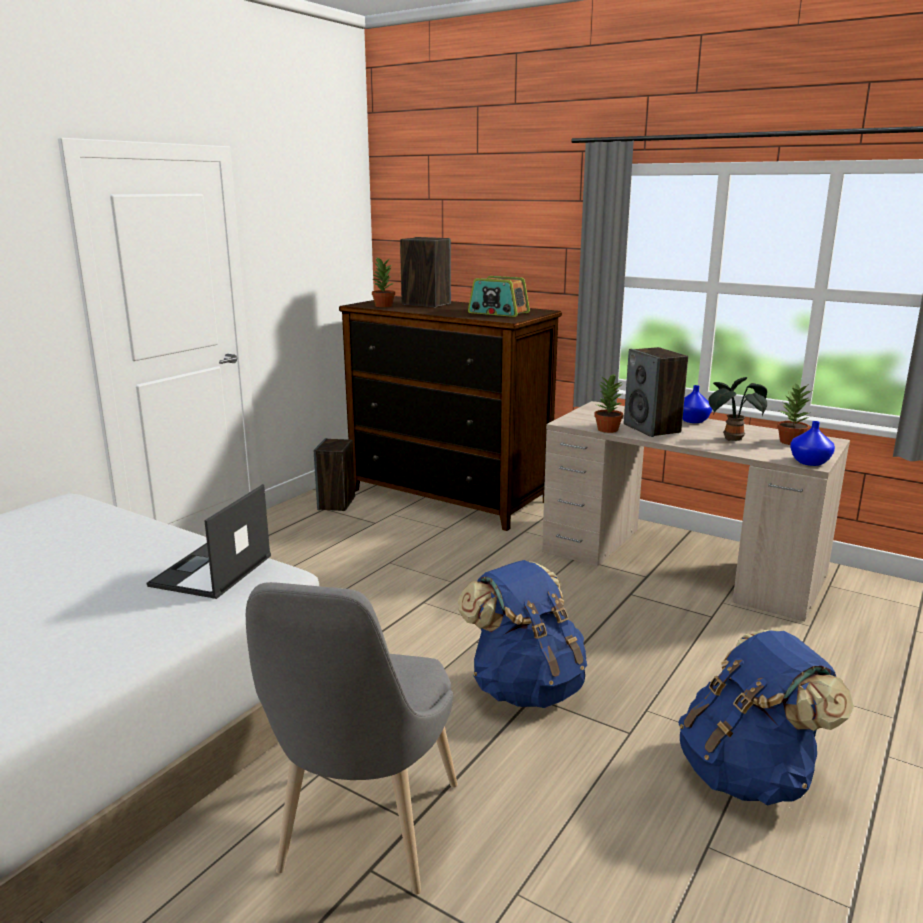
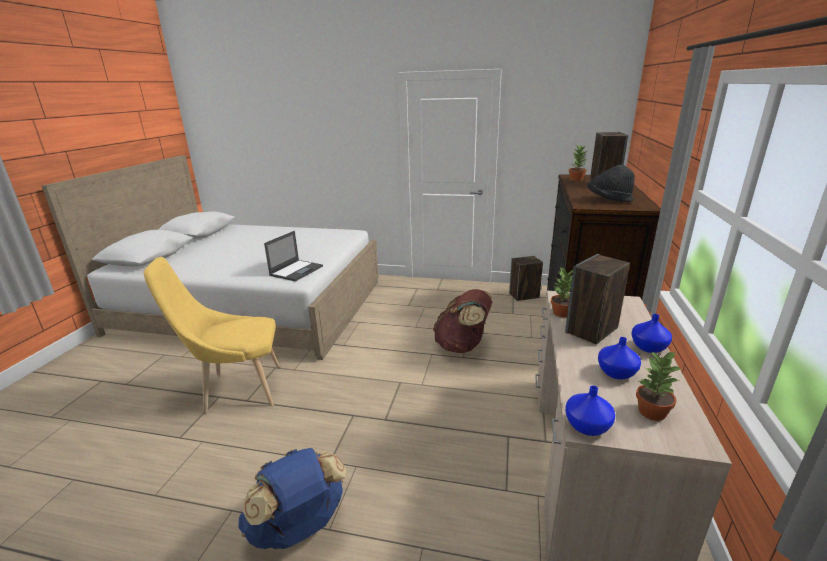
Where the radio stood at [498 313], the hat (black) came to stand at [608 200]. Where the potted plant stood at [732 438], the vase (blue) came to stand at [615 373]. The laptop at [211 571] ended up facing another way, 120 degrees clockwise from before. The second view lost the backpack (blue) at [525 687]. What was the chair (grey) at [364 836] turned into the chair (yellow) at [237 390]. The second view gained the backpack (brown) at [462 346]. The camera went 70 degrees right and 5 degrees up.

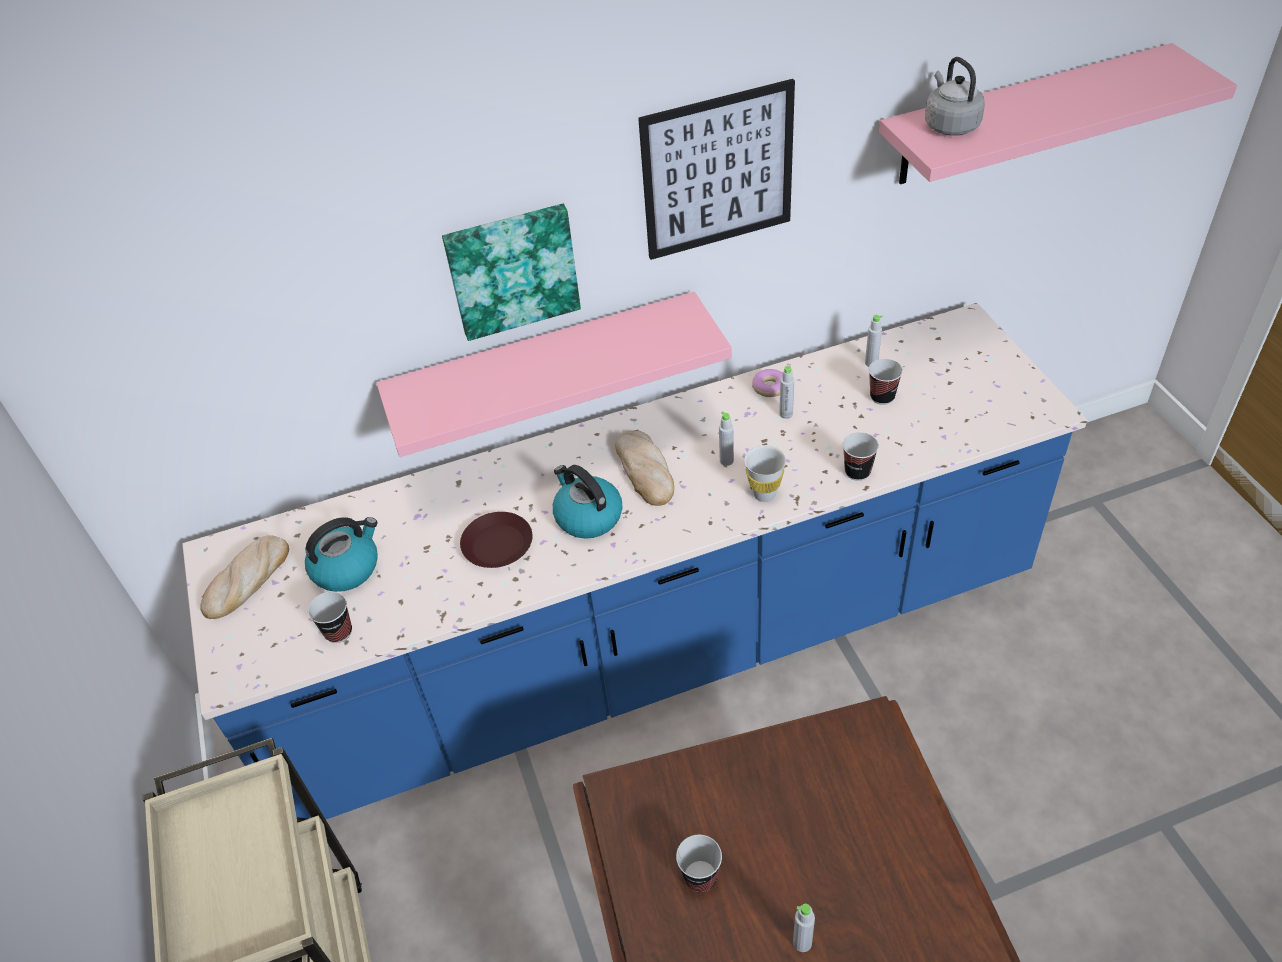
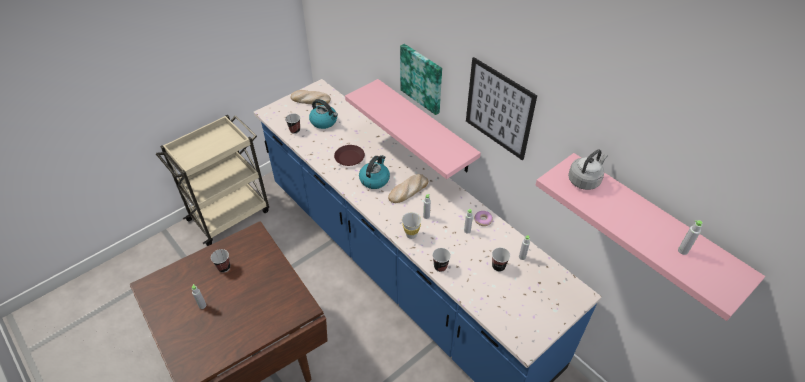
The second view gained the bottle (grey) at [682 251]. The camera went 65 degrees right and 0 degrees up.

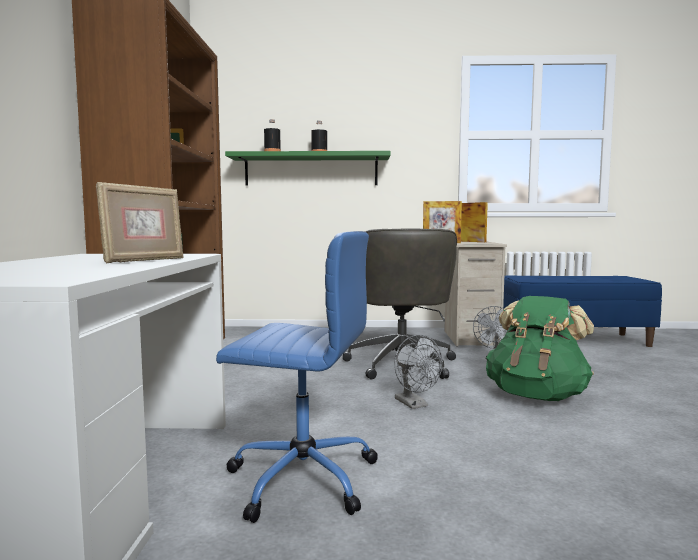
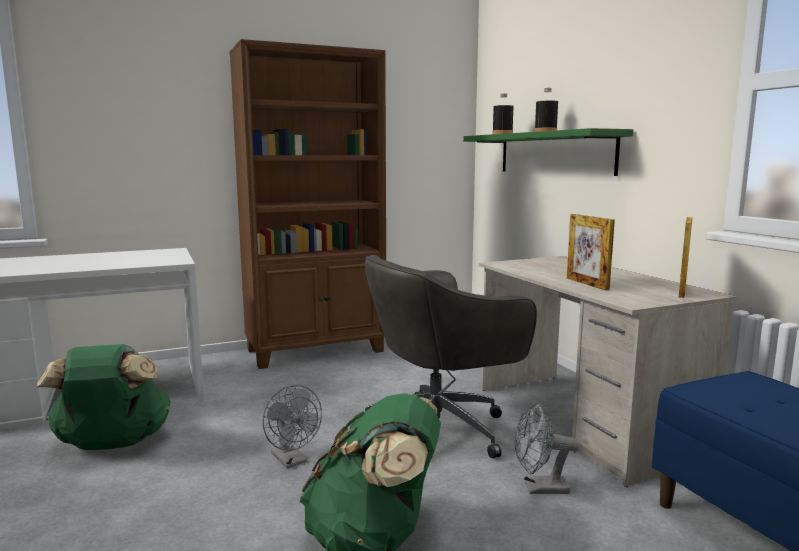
The second view lost the picture frame at [144 260]. Where the office chair (blue) stood at [300 477], the backpack (green) came to stand at [112 445]. The fan (grey) at [414 404] ended up facing another way, 75 degrees counterclockwise from before. The camera went 65 degrees right and 5 degrees up.

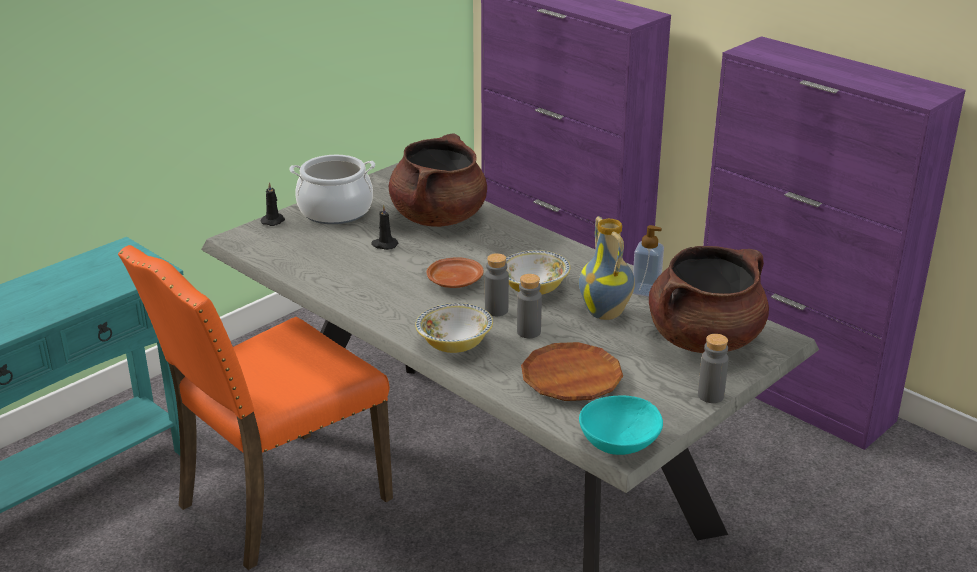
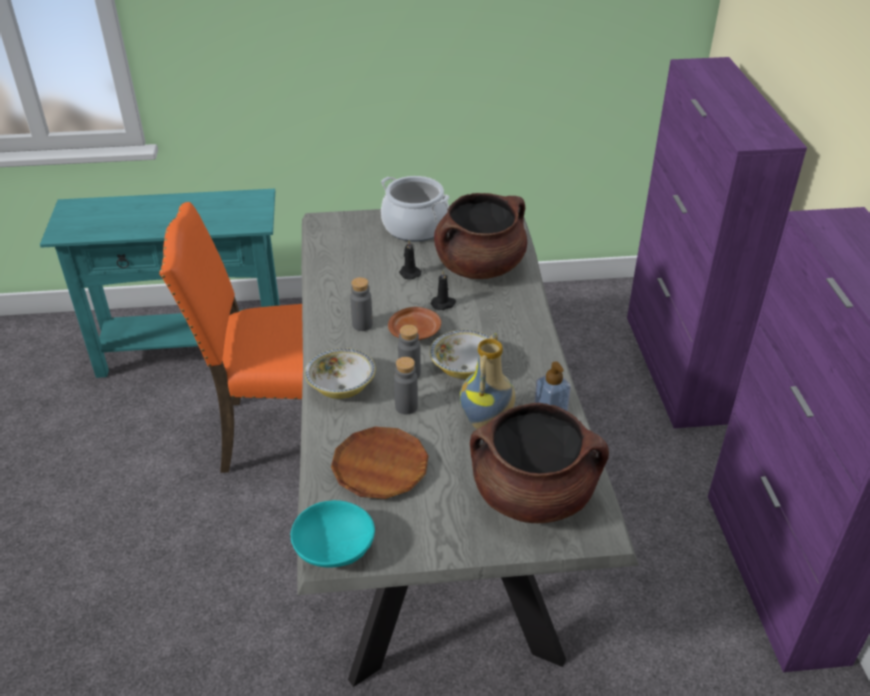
The candle (black) ended up elsewhere, having gone from [273 221] to [443 304]. The bottle (grey) ended up elsewhere, having gone from [710 396] to [362 324]. The camera went 40 degrees right and 10 degrees up.

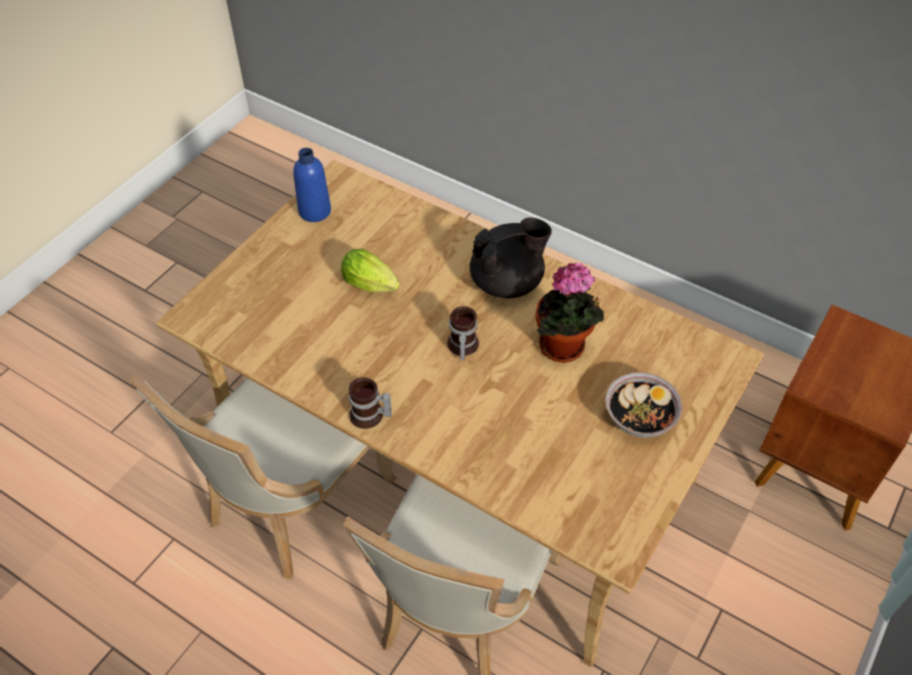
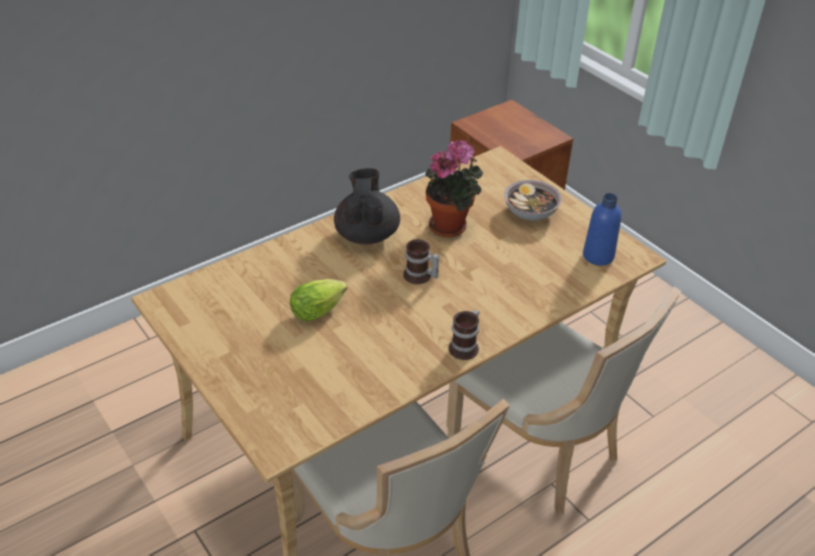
The bottle (blue) ended up elsewhere, having gone from [314 211] to [598 256]. The camera went 70 degrees left and 10 degrees down.

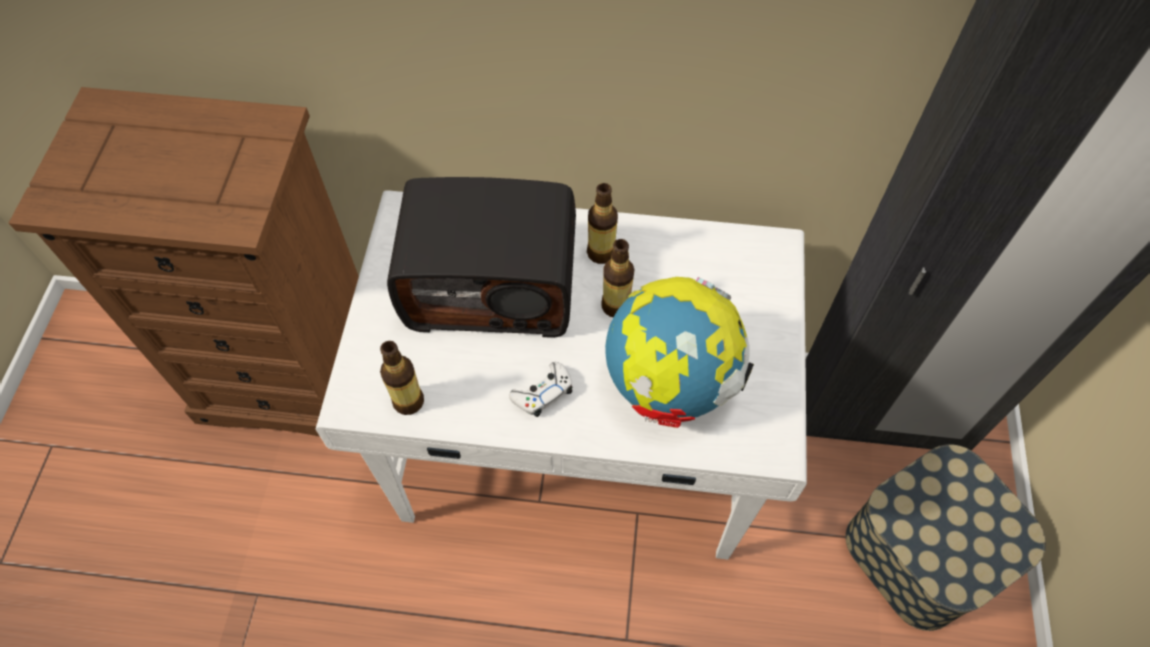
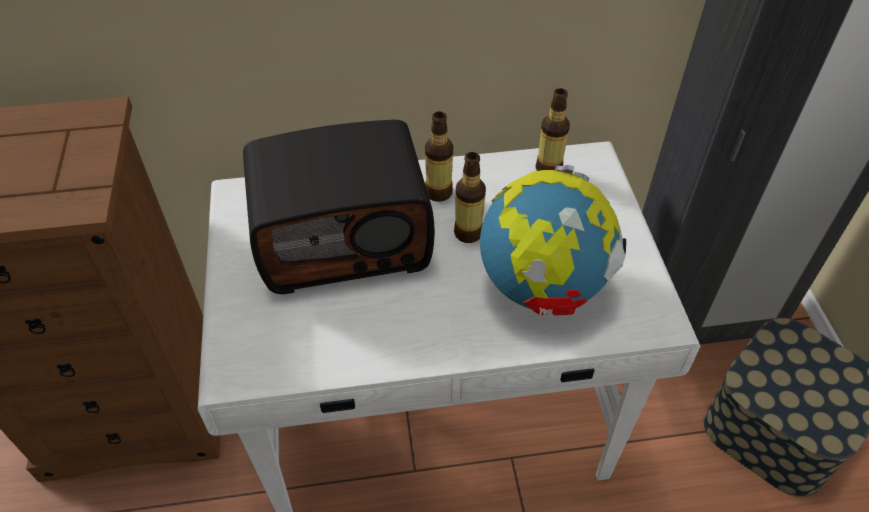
The bottle ended up elsewhere, having gone from [408 401] to [548 169]. The second view lost the game controller (white) at [543 393]. The camera went 15 degrees left and 10 degrees down.

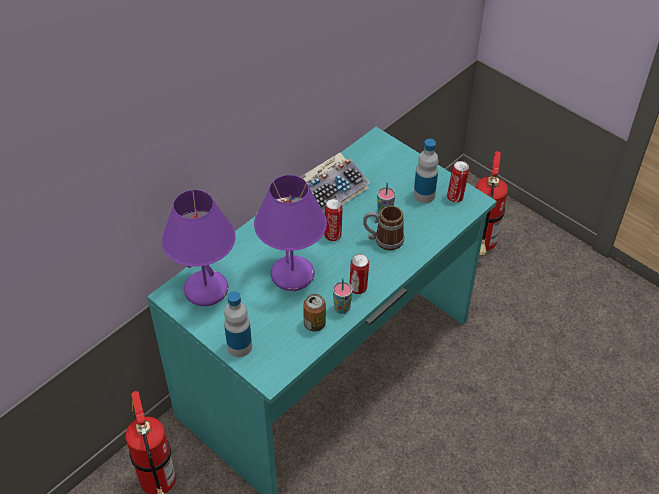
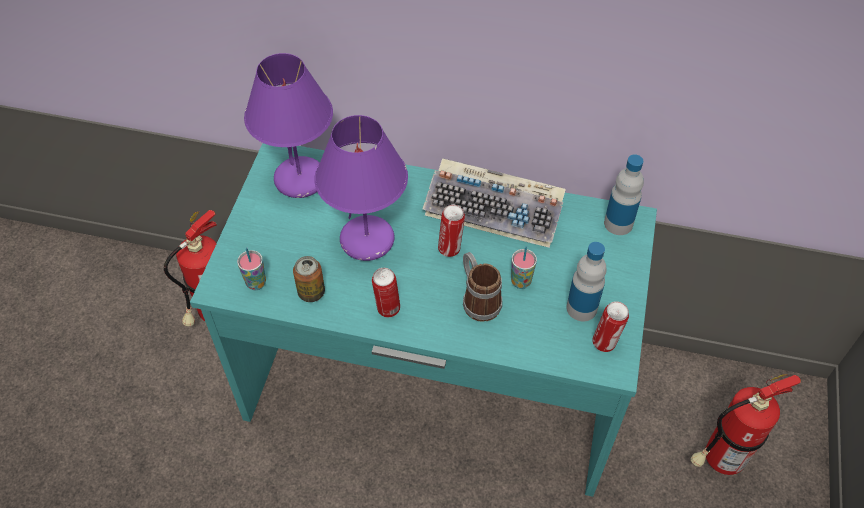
The cup ended up elsewhere, having gone from [342 308] to [256 283]. The bottle ended up elsewhere, having gone from [239 346] to [618 223]. The camera went 60 degrees right and 5 degrees up.

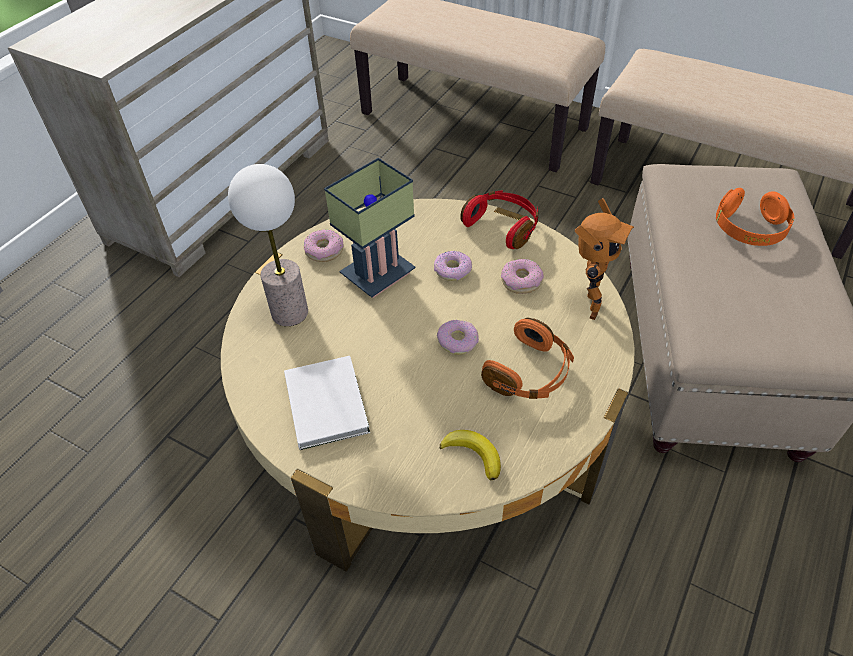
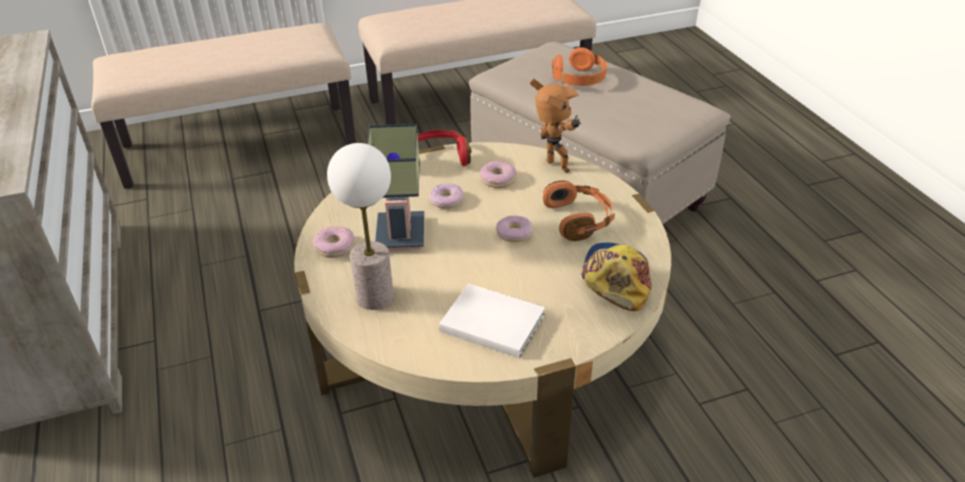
Where the banana stood at [473 454], the cap came to stand at [616 278]. The camera went 50 degrees left and 10 degrees down.

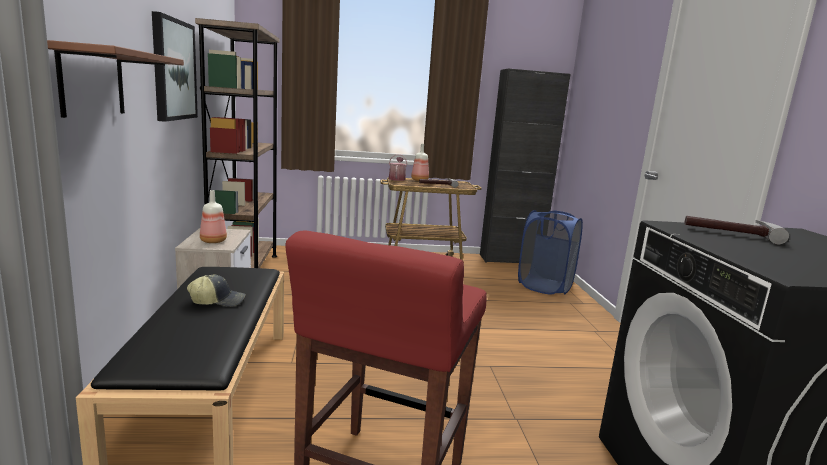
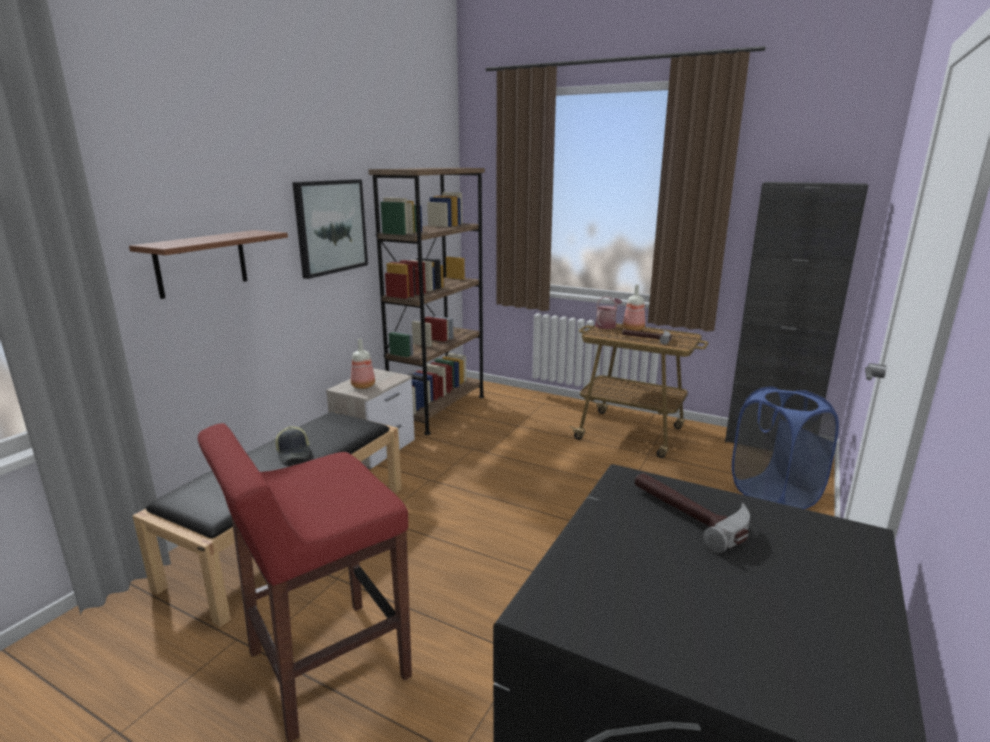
The cap at [218 301] ended up facing another way, 45 degrees clockwise from before. The camera went 35 degrees right and 5 degrees up.

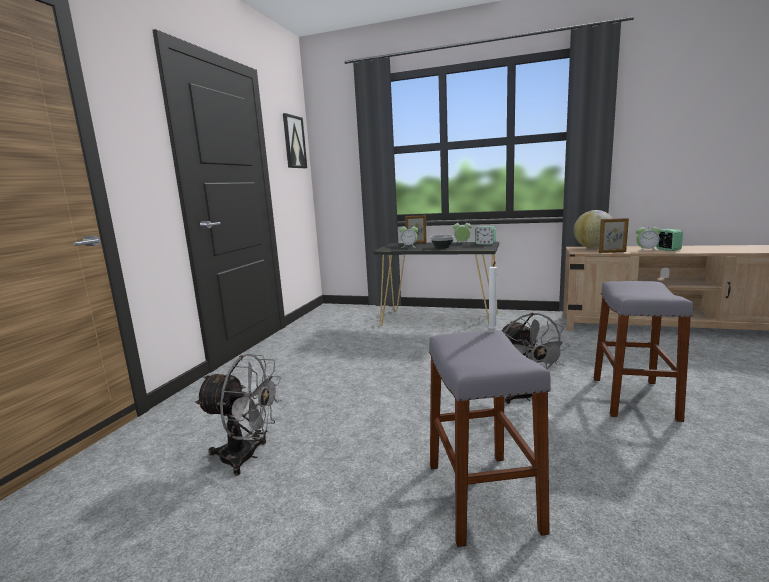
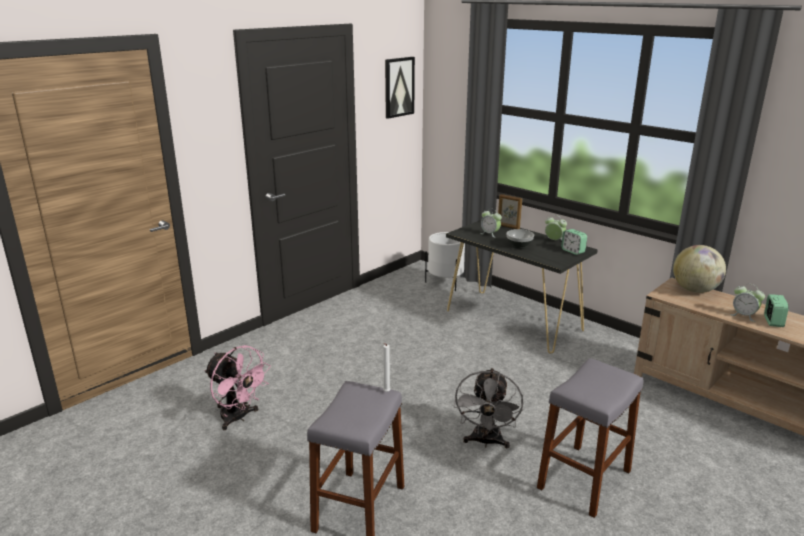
The second view lost the picture frame at [612 252]. What was the fan (grey) at [247 457] turned into the fan (pink) at [238 418]. The second view gained the planter (white) at [445 283]. The camera went 25 degrees right and 10 degrees up.

